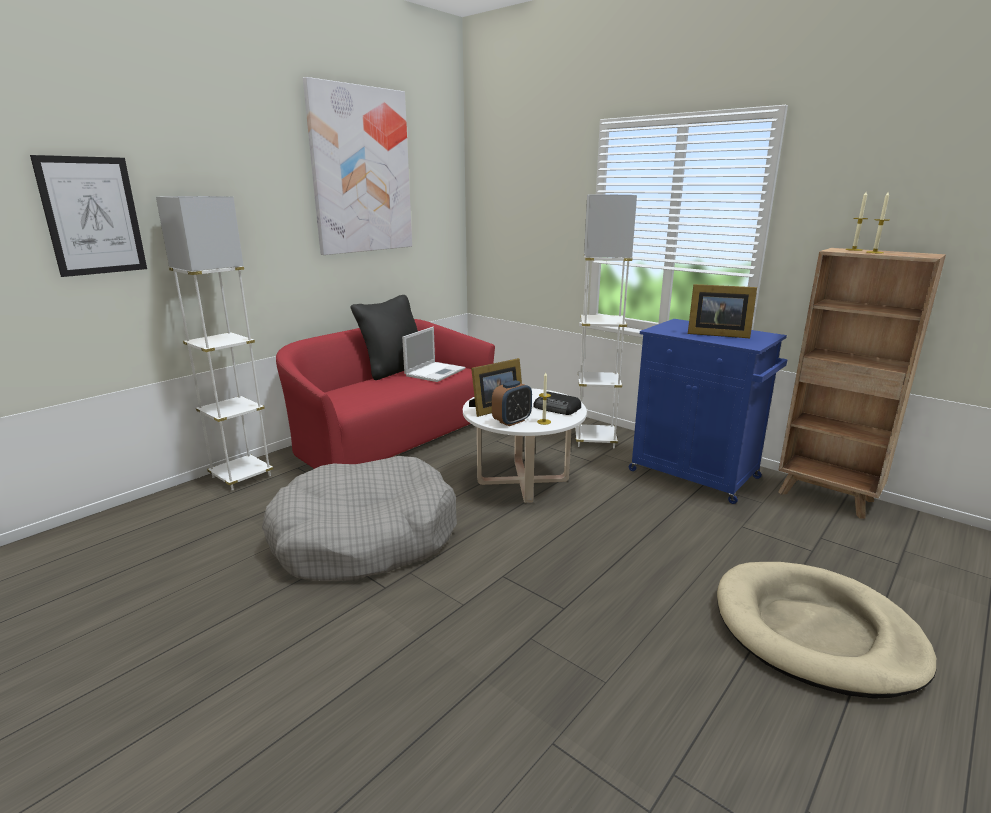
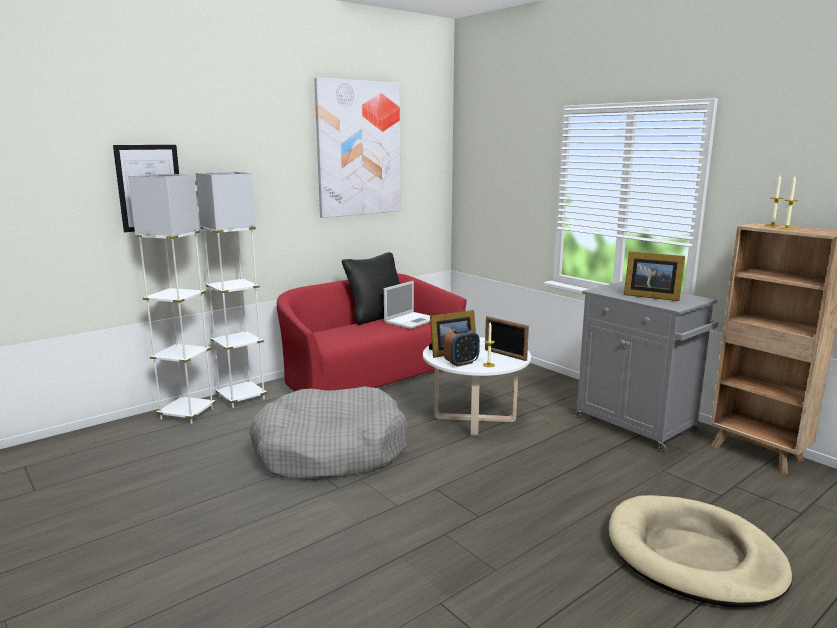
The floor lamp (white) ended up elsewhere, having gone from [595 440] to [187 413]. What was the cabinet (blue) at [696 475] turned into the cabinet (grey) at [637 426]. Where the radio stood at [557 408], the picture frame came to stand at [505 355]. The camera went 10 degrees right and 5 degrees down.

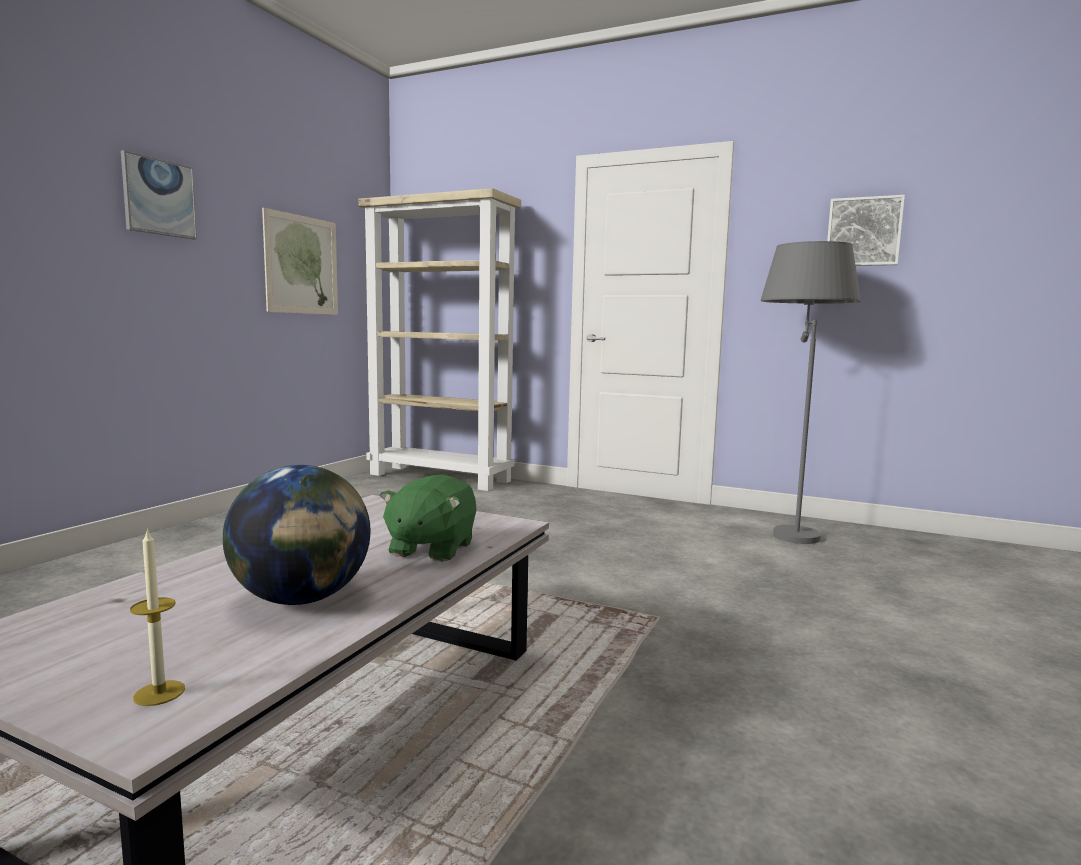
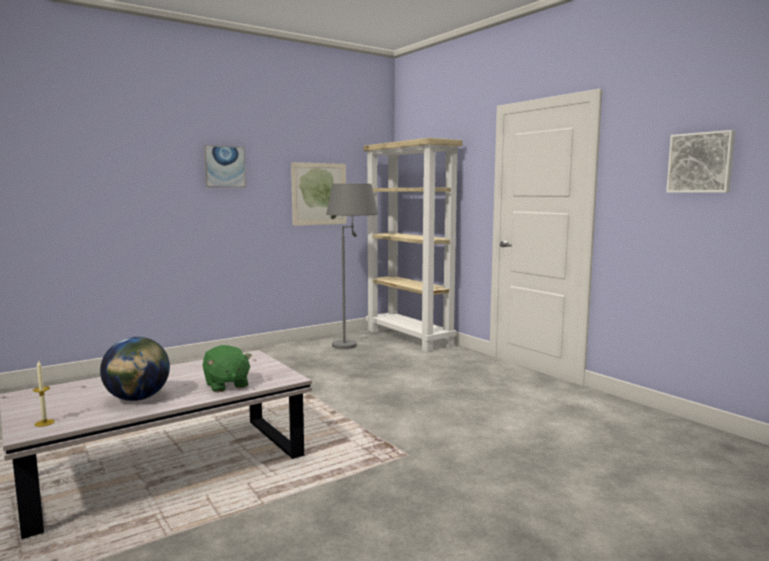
The floor lamp (grey) ended up elsewhere, having gone from [790 529] to [353 342]. The plush toy (green) at [430 549] ended up facing another way, 75 degrees counterclockwise from before. The camera went 30 degrees right and 0 degrees up.

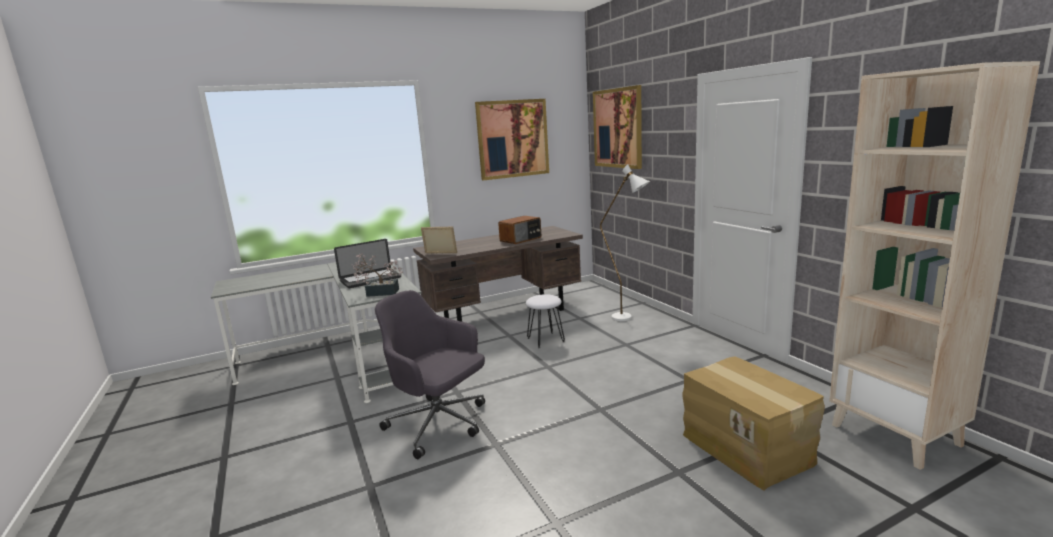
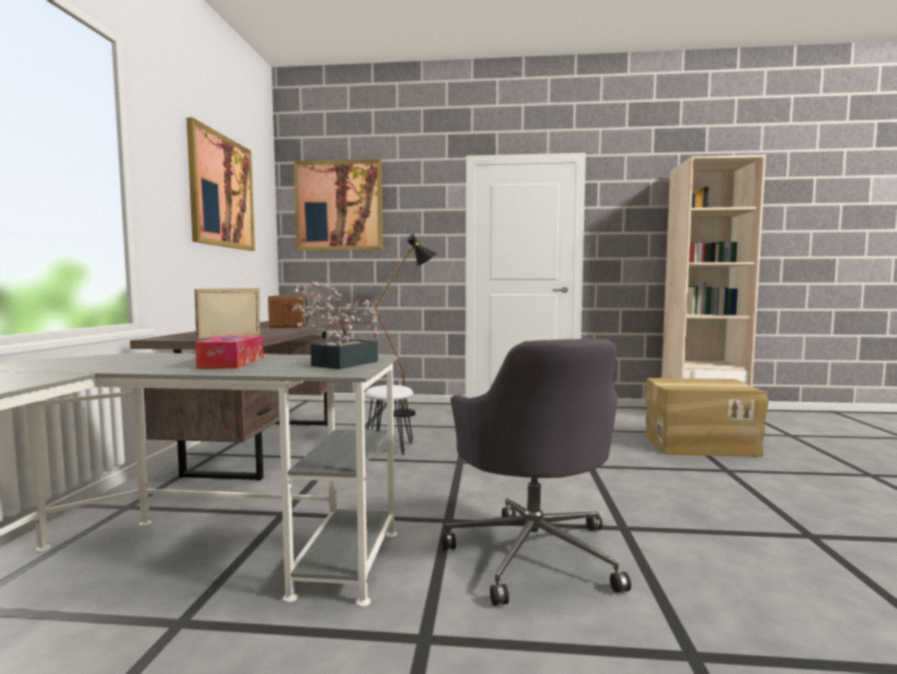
What was the floor lamp (white) at [628 319] turned into the floor lamp (black) at [412 413]. Where the laptop stood at [370 279], the tissue box came to stand at [232 362]. The office chair (grey) at [439 424] ended up facing another way, 75 degrees counterclockwise from before. The camera went 60 degrees left and 10 degrees down.

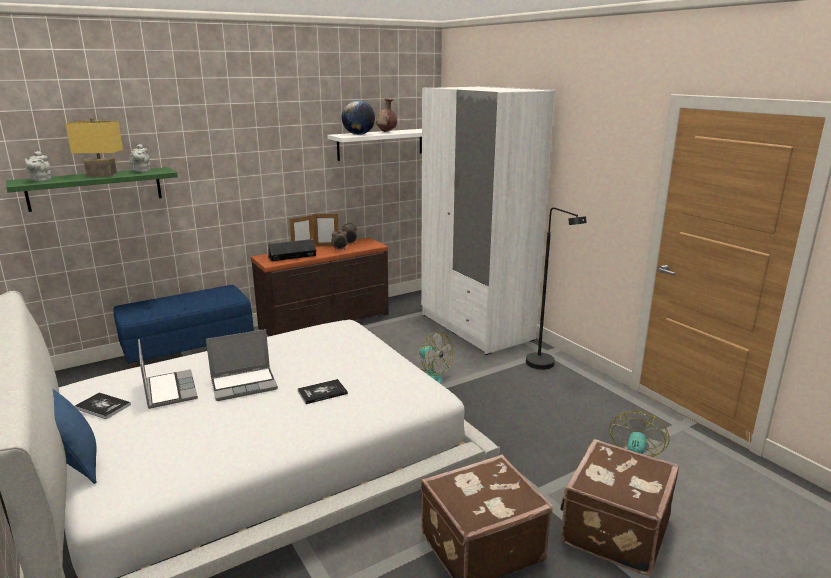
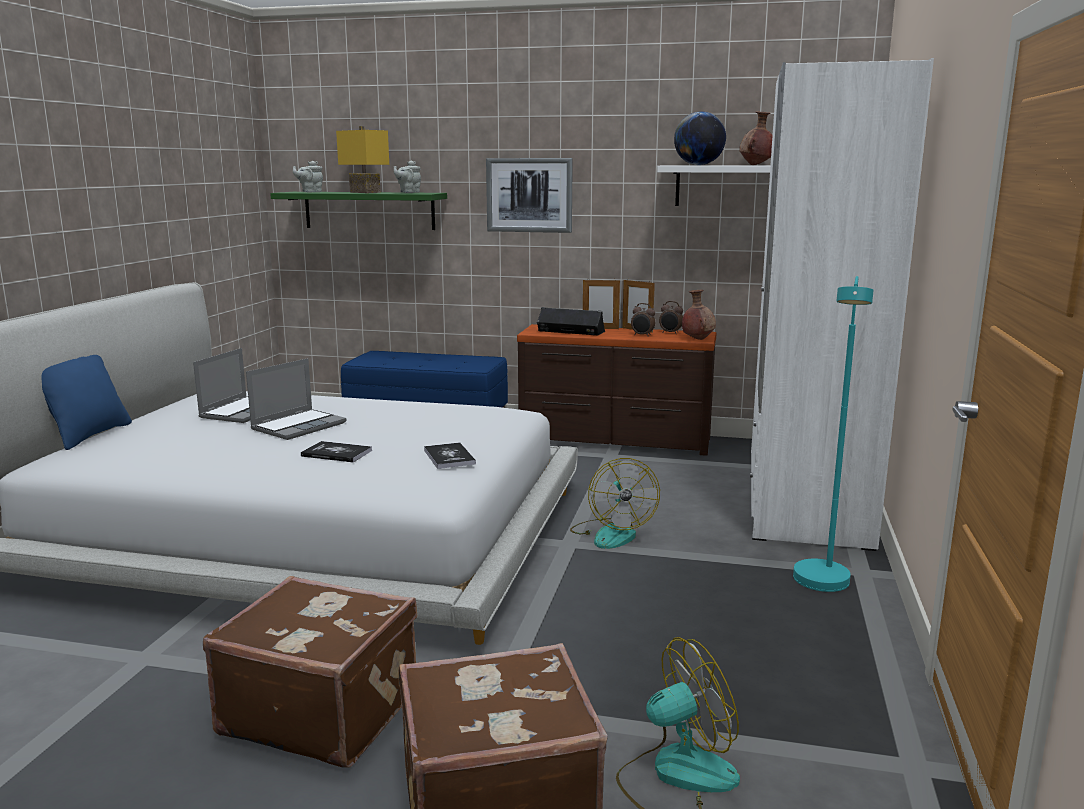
What was the floor lamp (black) at [546 366] turned into the floor lamp (turquoise) at [822 586]. The laptop at [245 384] ended up facing another way, 75 degrees counterclockwise from before. The book ended up elsewhere, having gone from [103 406] to [449 457]. The second view gained the picture at [529 195]. The second view gained the vase (brown) at [697 339]. The camera went 45 degrees right and 5 degrees down.

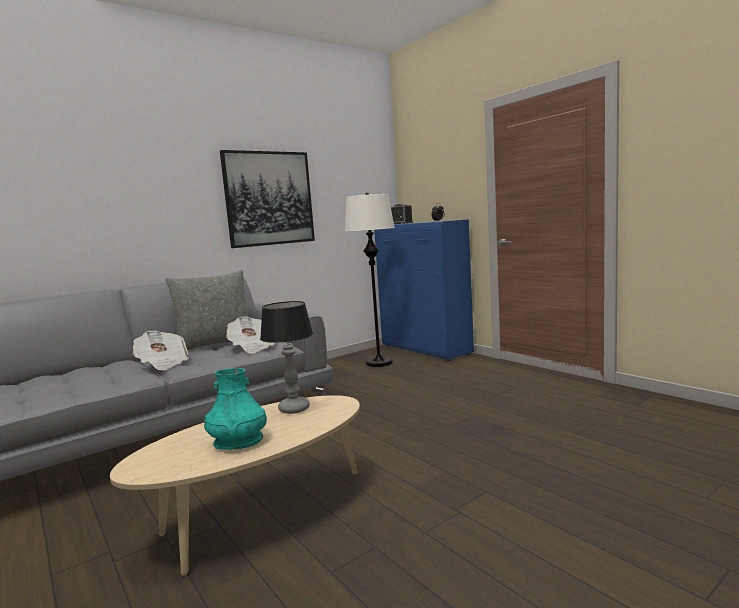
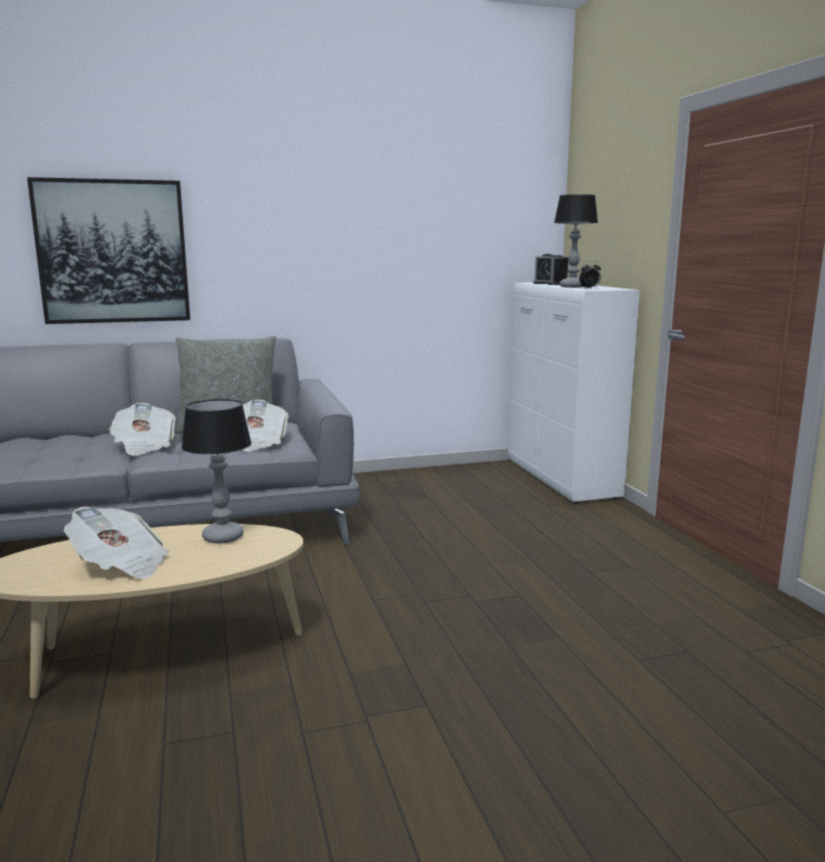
The picture ended up elsewhere, having gone from [269 198] to [113 252]. The second view lost the floor lamp (white) at [379 363]. What was the cabinet (blue) at [426 350] turned into the cabinet (white) at [562 479]. Where the vase (turquoise) stood at [238 442], the newspaper came to stand at [121 565]. The second view gained the table lamp at [572 287]. The camera went 20 degrees right and 5 degrees up.

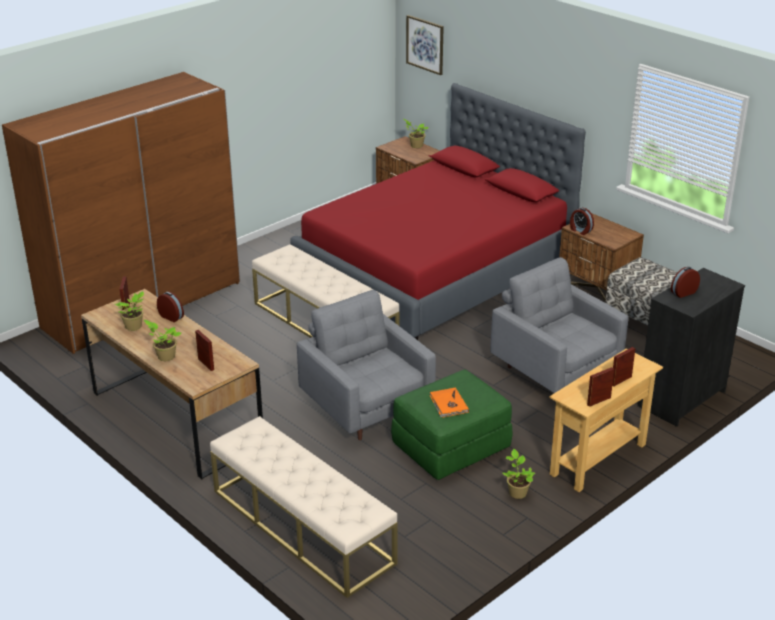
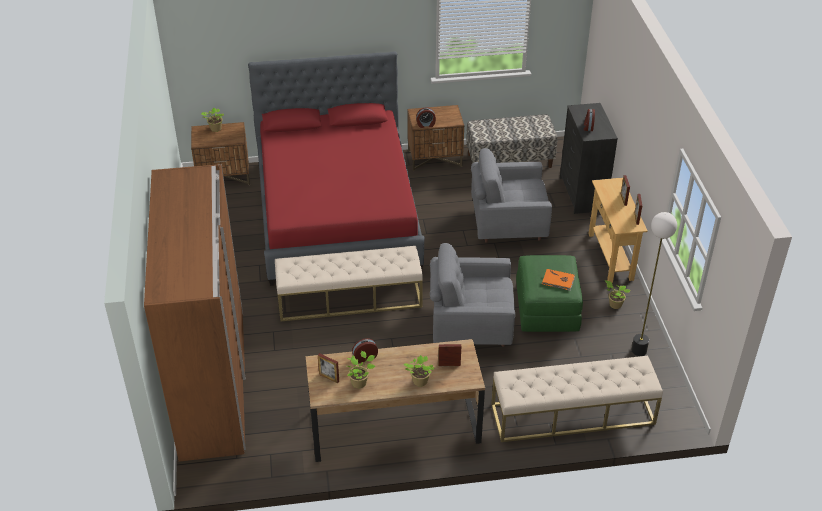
The second view lost the picture at [425 44]. The second view gained the floor lamp at [639 350]. The camera went 55 degrees left and 10 degrees up.

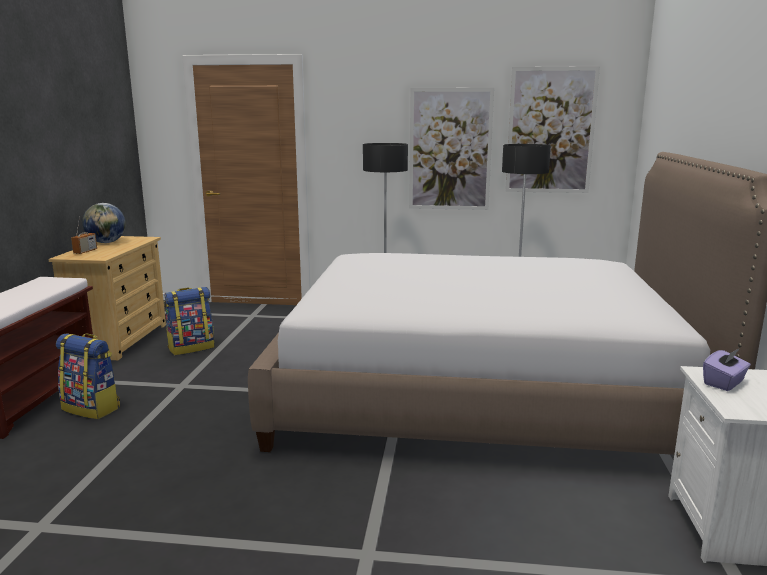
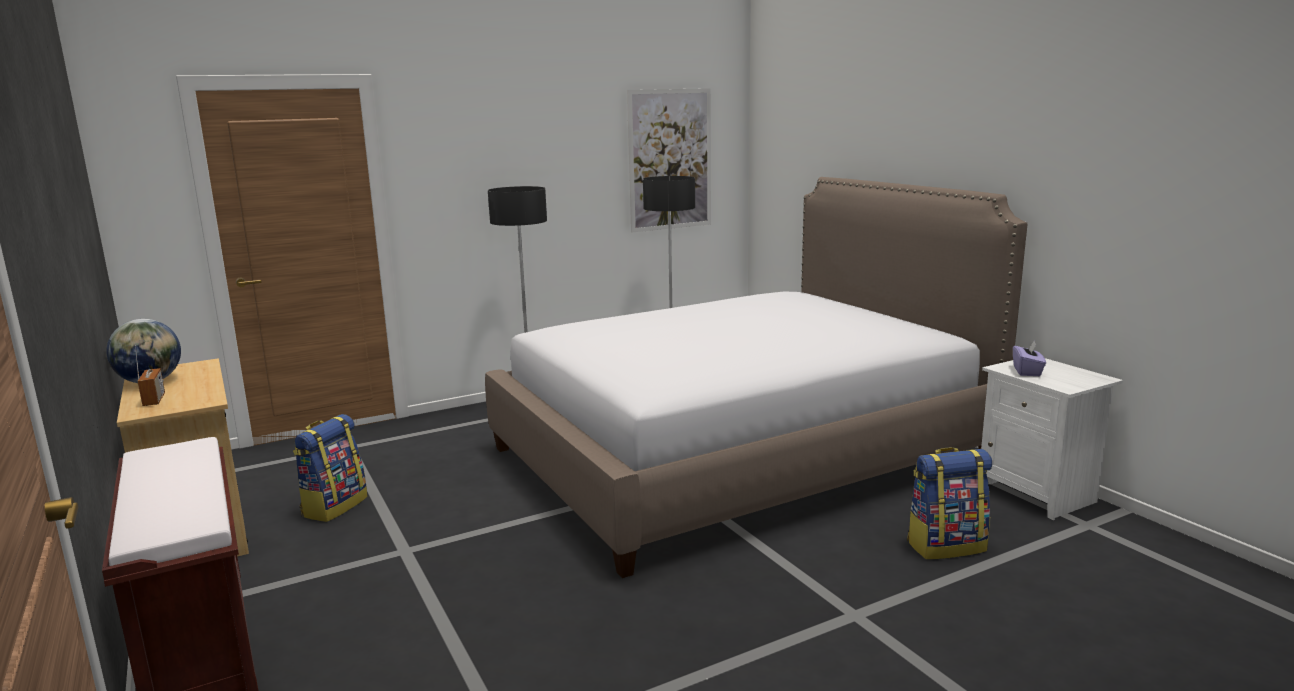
The second view lost the picture at [450 150]. The backpack ended up elsewhere, having gone from [92 408] to [946 546]. The camera went 35 degrees left and 0 degrees up.

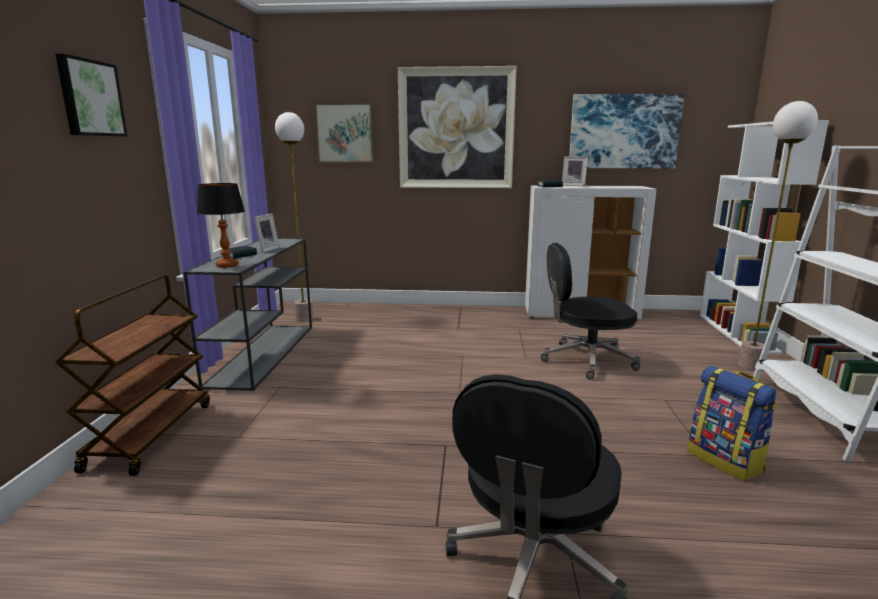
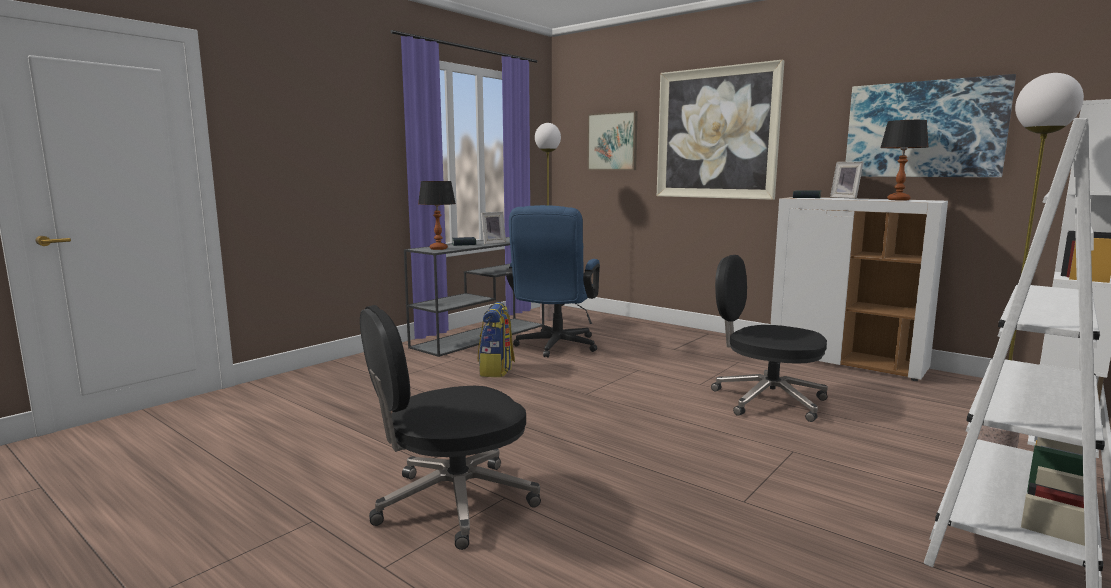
The second view lost the picture at [90 98]. The second view lost the cart (brown) at [150 435]. The backpack ended up elsewhere, having gone from [726 460] to [497 370]. The second view gained the table lamp at [898 200]. The second view gained the office chair (blue) at [554 347]. The camera went 35 degrees right and 5 degrees down.

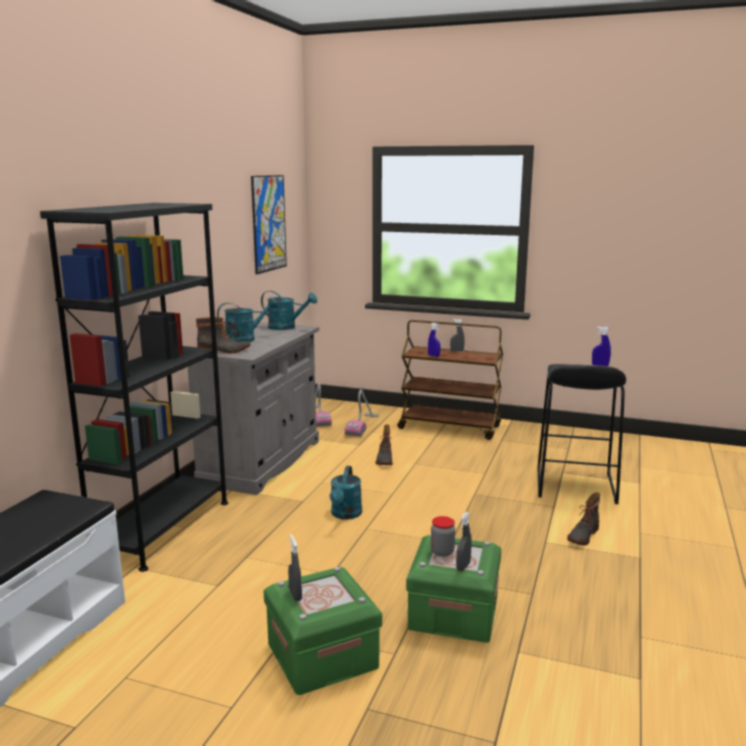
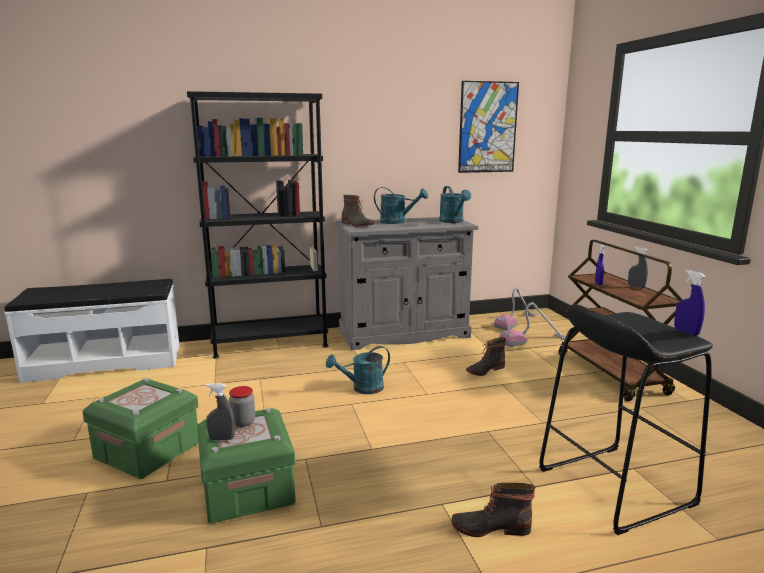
The second view lost the spray bottle (grey) at [295 595]. The camera went 55 degrees right and 0 degrees up.

